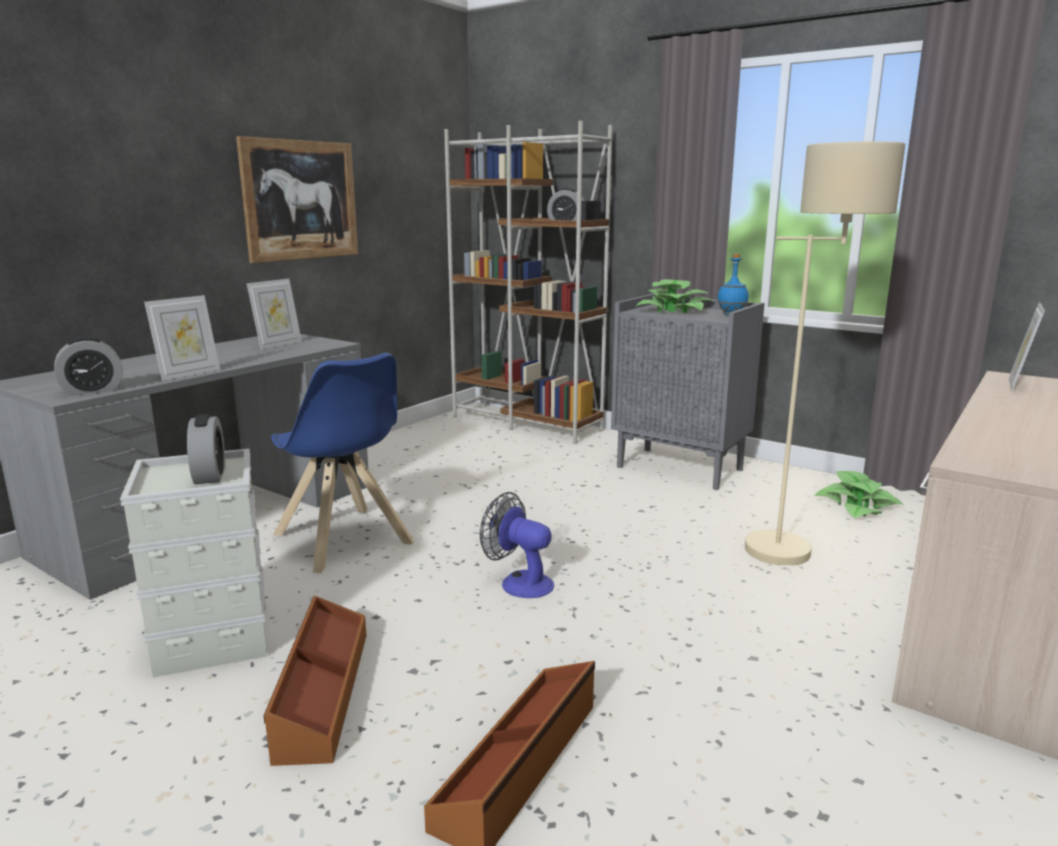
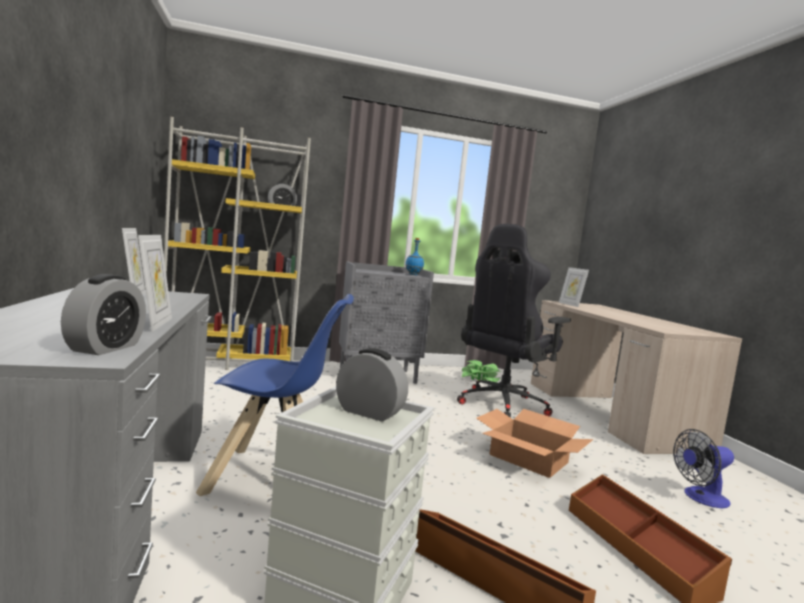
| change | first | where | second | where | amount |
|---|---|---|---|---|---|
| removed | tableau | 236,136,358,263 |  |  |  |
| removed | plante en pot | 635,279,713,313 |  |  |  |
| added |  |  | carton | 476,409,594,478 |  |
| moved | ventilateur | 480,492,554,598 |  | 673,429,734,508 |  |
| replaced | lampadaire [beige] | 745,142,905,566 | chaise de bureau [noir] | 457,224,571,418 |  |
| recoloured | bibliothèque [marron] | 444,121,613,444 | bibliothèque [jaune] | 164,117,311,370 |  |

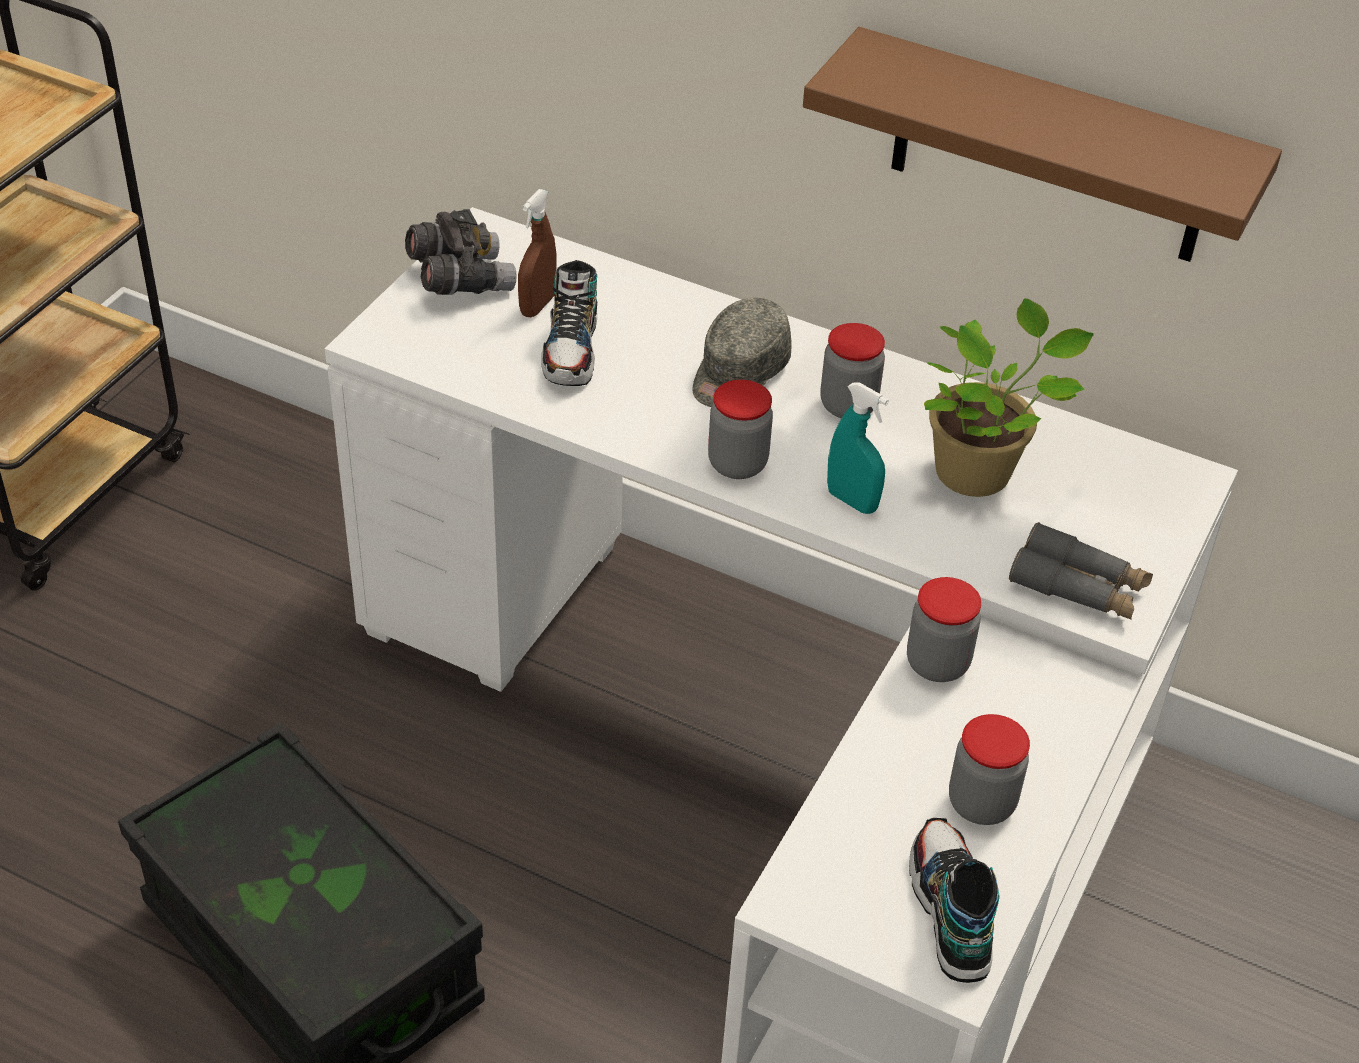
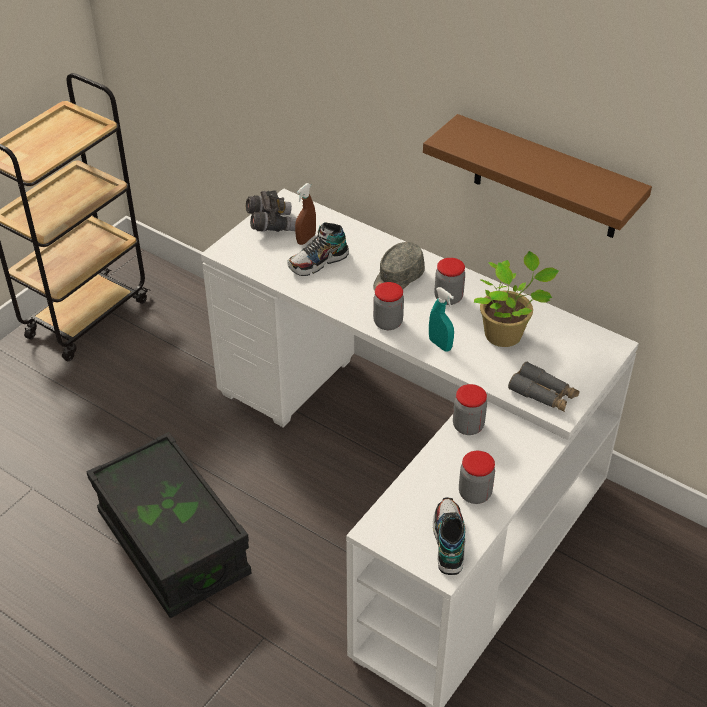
| change | first | where | second | where | amount |
|---|---|---|---|---|---|
| turned | chaussure | 541,260,597,386 |  | 287,222,349,276 | 45 degrees clockwise |

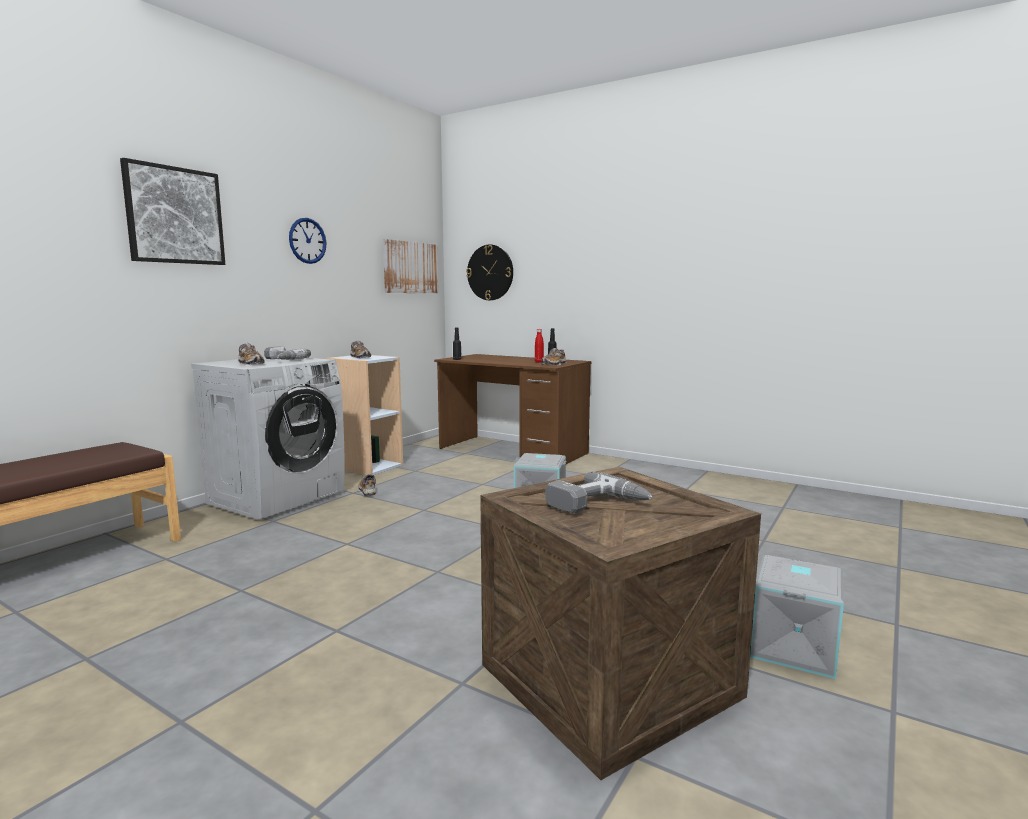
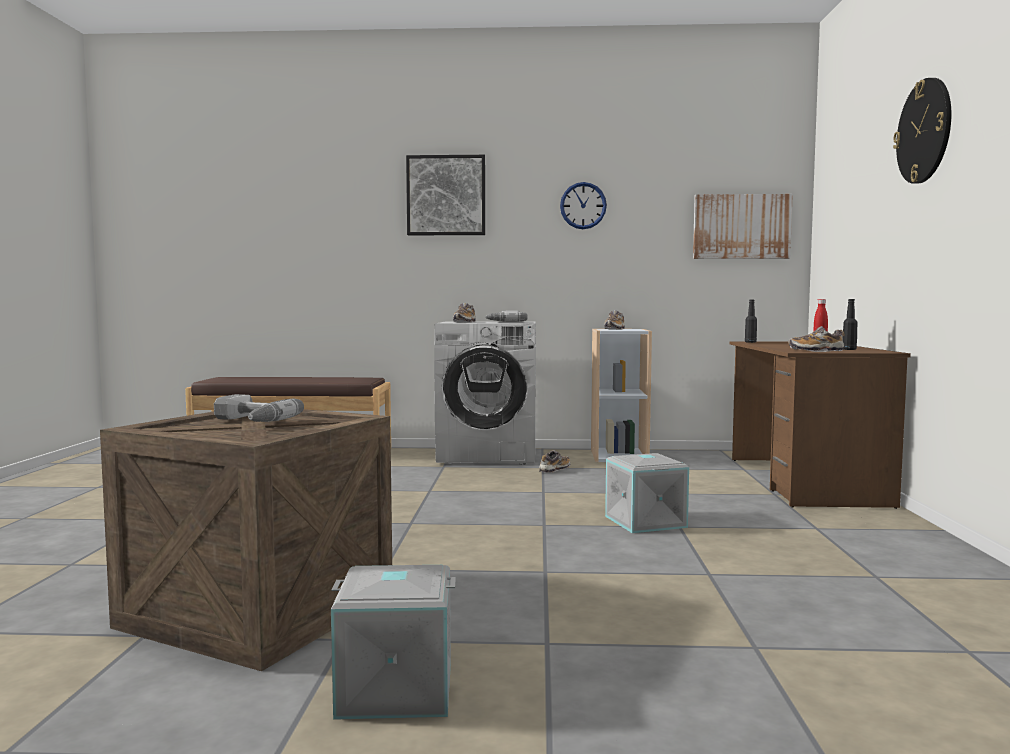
| change | first | where | second | where | amount |
|---|---|---|---|---|---|
| moved | horloge murale | 466,244,513,300 |  | 893,78,951,184 |  |

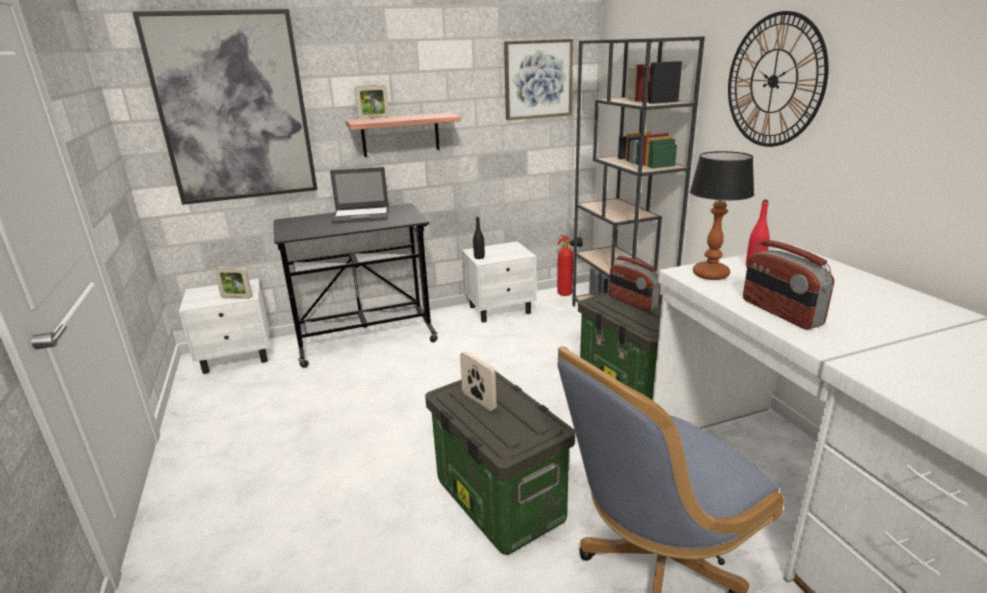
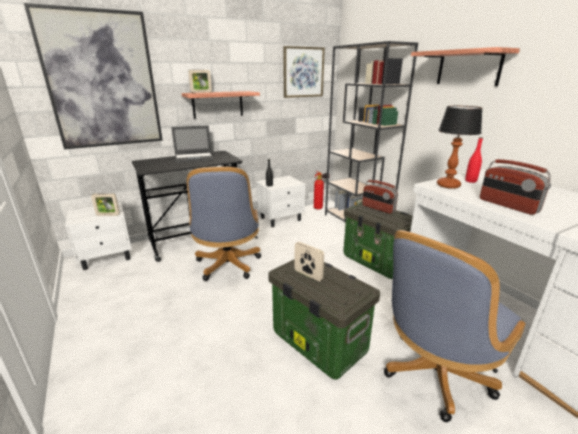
| change | first | where | second | where | amount |
|---|---|---|---|---|---|
| added |  |  | chaise de bureau [bleu] | 187,167,261,281 |  |
| replaced | horloge murale | 728,11,829,147 | étagère | 411,47,520,86 |  |

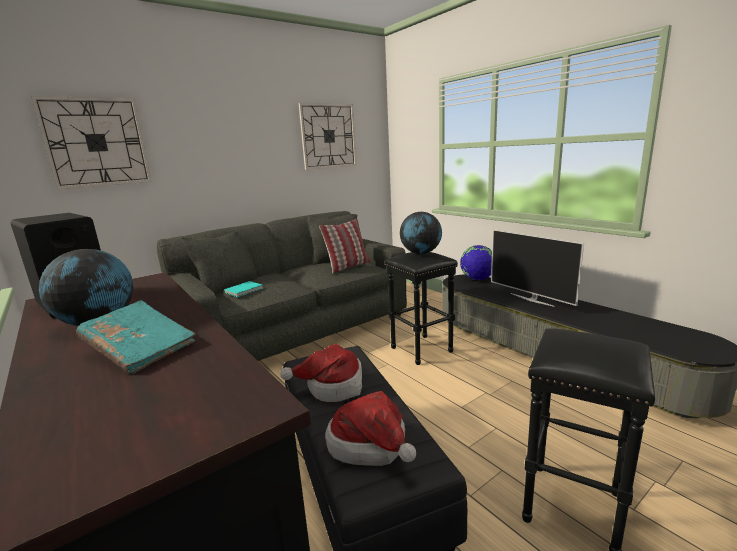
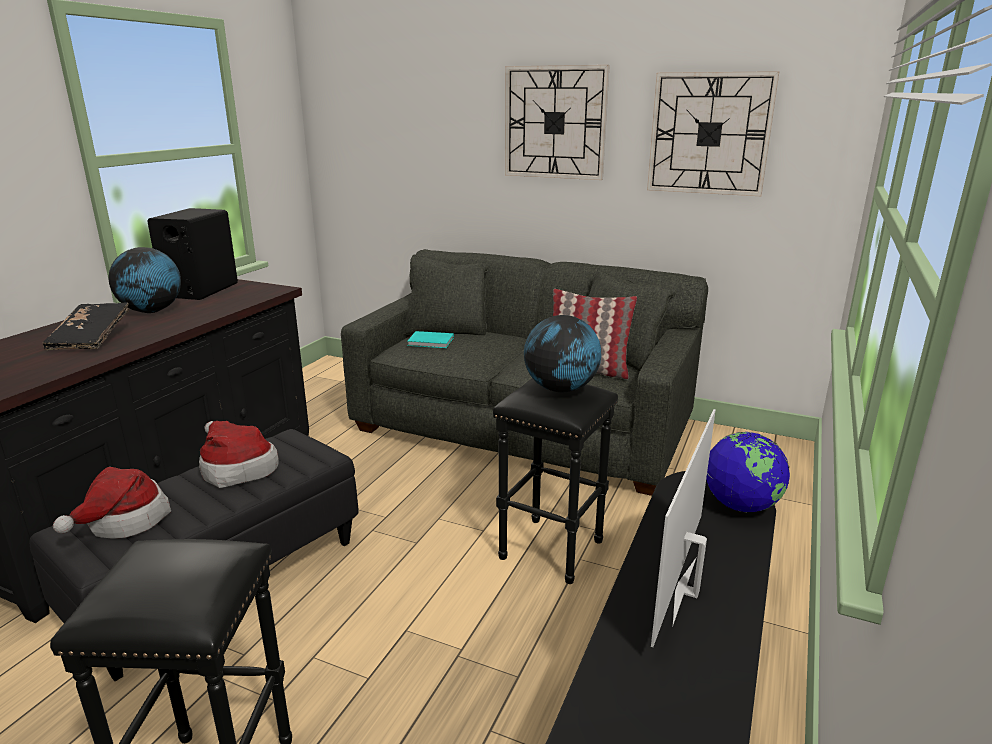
| change | first | where | second | where | amount |
|---|---|---|---|---|---|
| moved | horloge murale | 31,96,152,189 |  | 505,65,610,180 |  |
| recoloured | livre [turquoise] | 76,300,196,374 | livre [noir] | 43,302,130,350 |  |

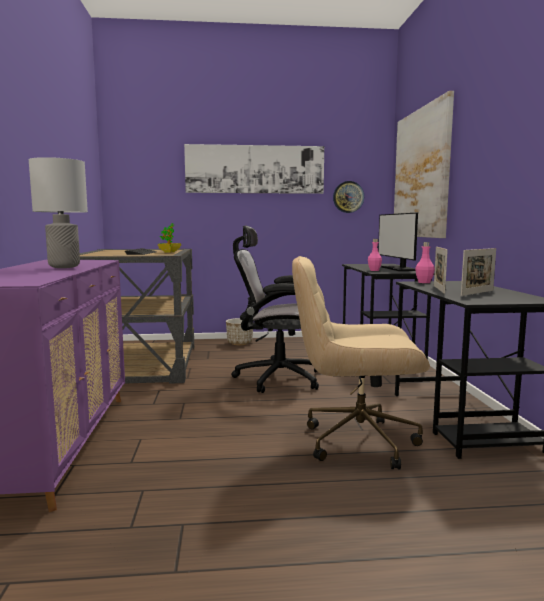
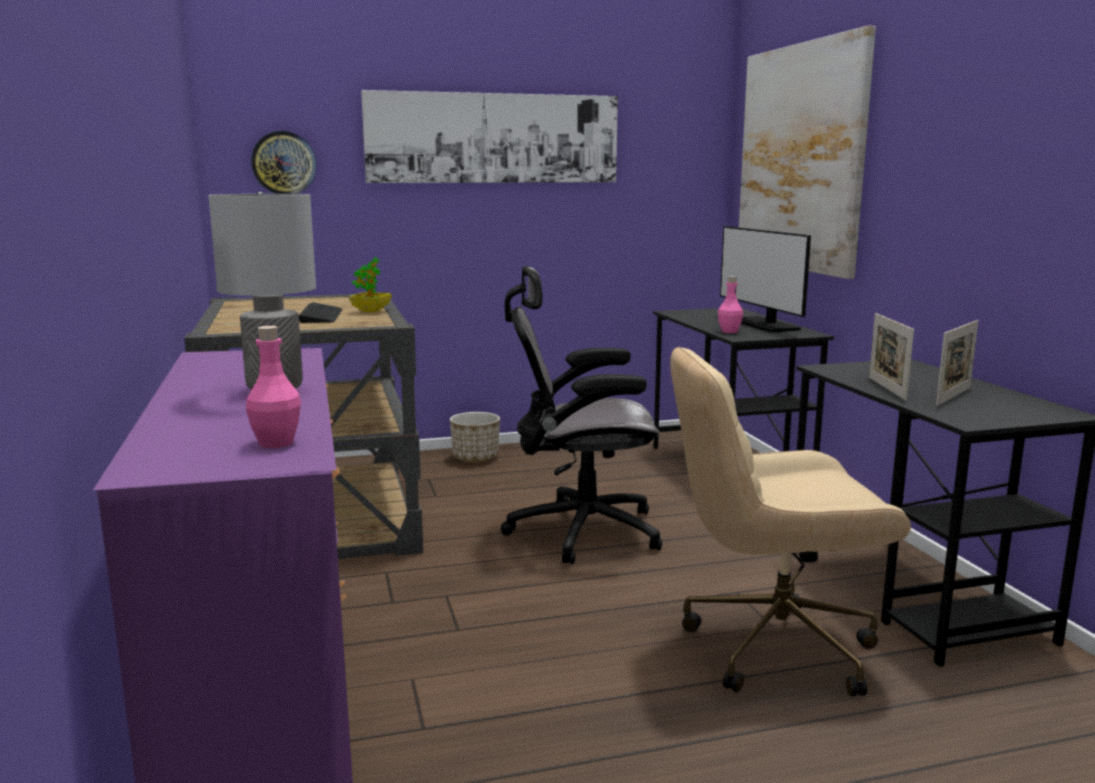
| change | first | where | second | where | amount |
|---|---|---|---|---|---|
| moved | horloge murale | 333,181,364,213 |  | 251,131,317,194 |  |
| moved | bouteille [rose] | 415,242,435,283 |  | 246,326,301,448 |  |

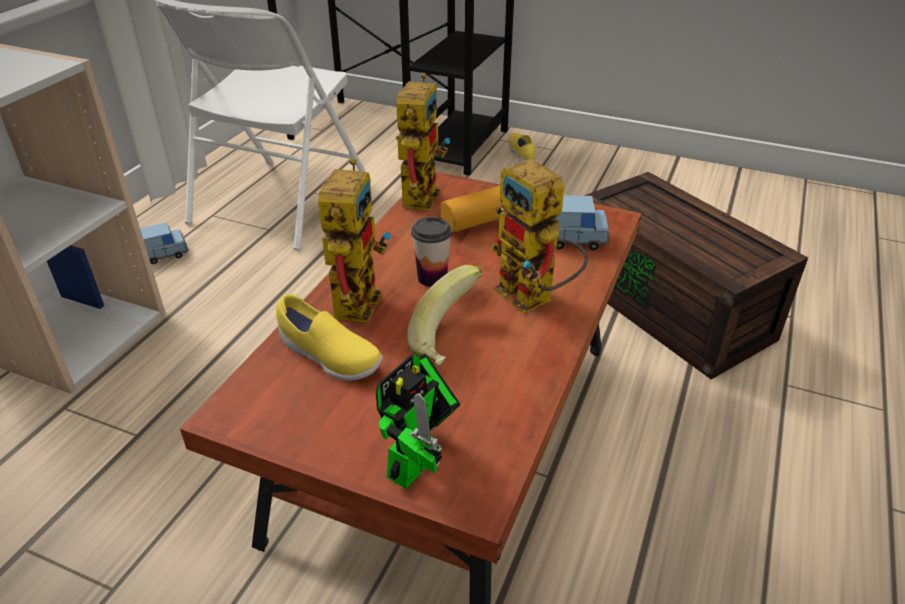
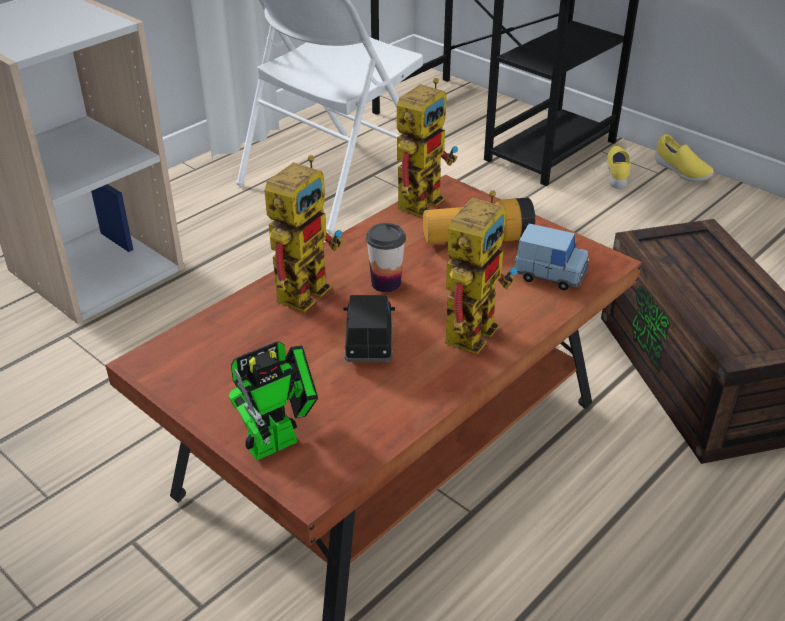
| change | first | where | second | where | amount |
|---|---|---|---|---|---|
| removed | petite voiture [bleu] | 140,222,188,264 |  |  |  |
| moved | chaussure [jaune] | 276,294,383,381 |  | 655,134,714,182 |  |
| replaced | banane | 407,265,483,366 | petite voiture [noir] | 343,295,395,362 |  |
| turned | robot jouet | 491,159,588,314 |  | 445,190,518,355 | 135 degrees counterclockwise |

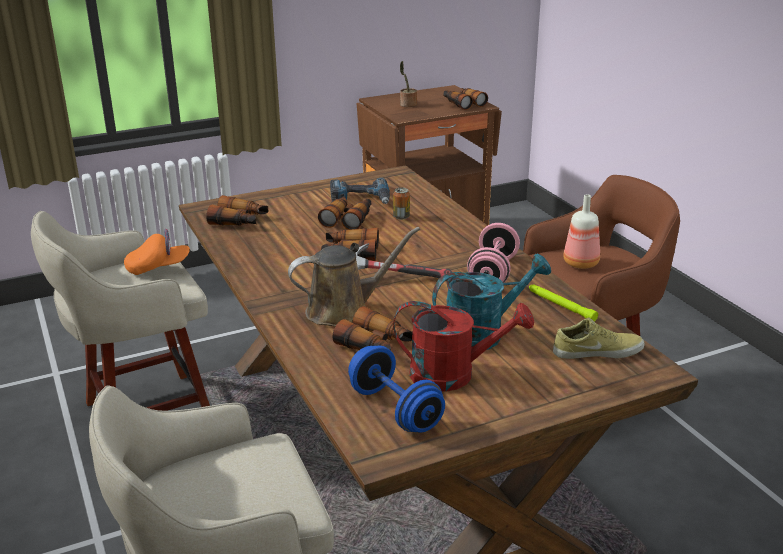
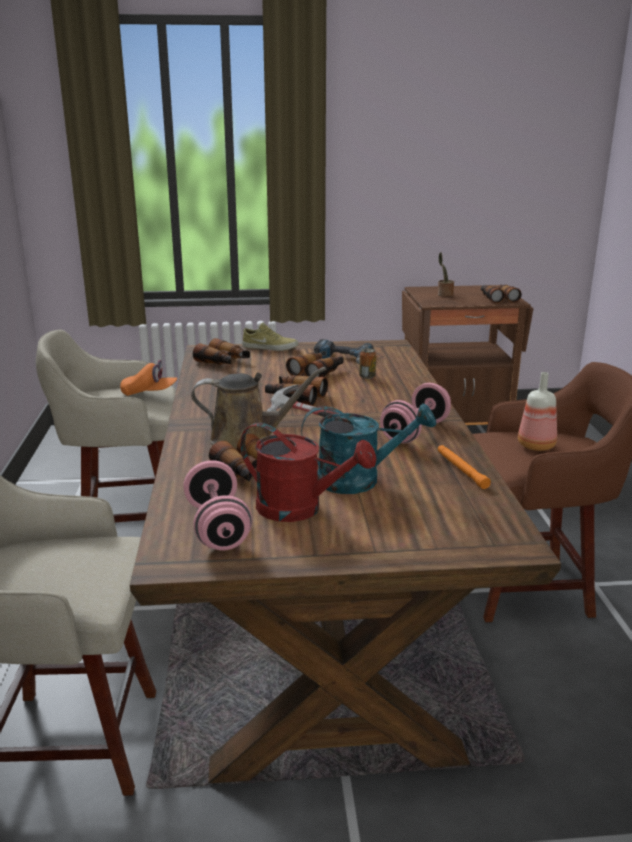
| change | first | where | second | where | amount |
|---|---|---|---|---|---|
| moved | chaussure [beige] | 553,318,645,359 |  | 242,322,299,351 |  |
| recoloured | haltère [bleu] | 348,346,445,433 | haltère [rose] | 183,460,252,551 |  |
| recoloured | lampe de poche [vert] | 529,285,598,322 | lampe de poche [orange] | 438,445,491,489 |  |

